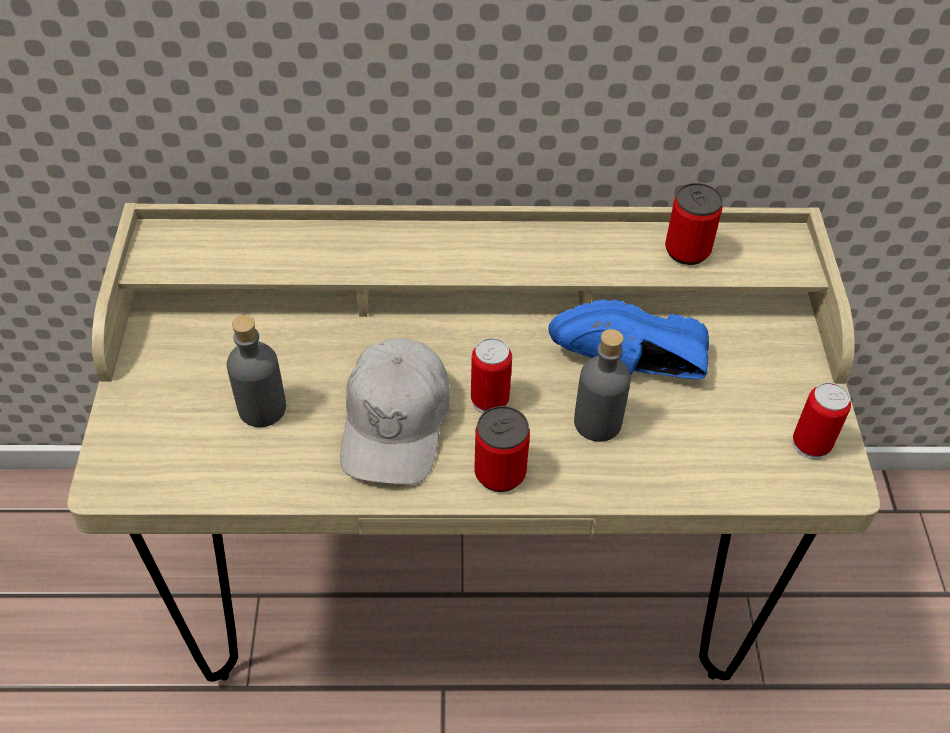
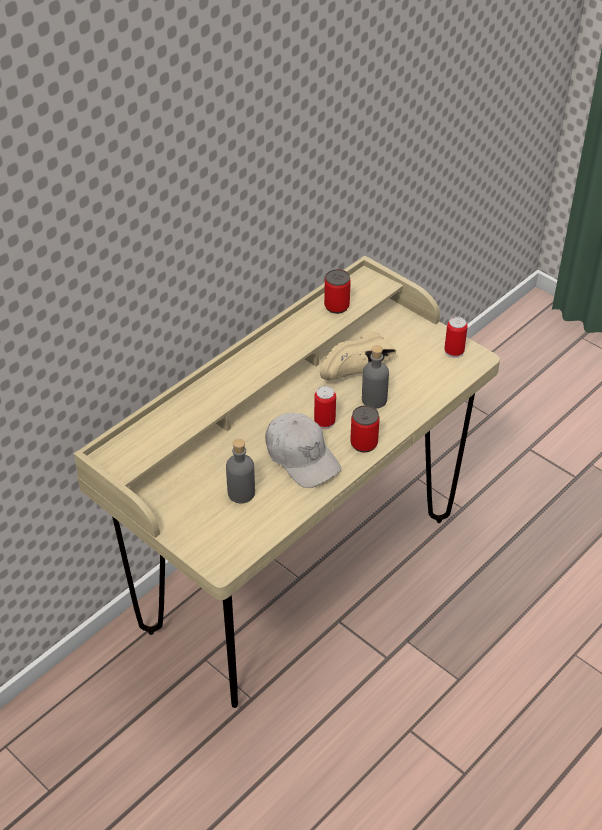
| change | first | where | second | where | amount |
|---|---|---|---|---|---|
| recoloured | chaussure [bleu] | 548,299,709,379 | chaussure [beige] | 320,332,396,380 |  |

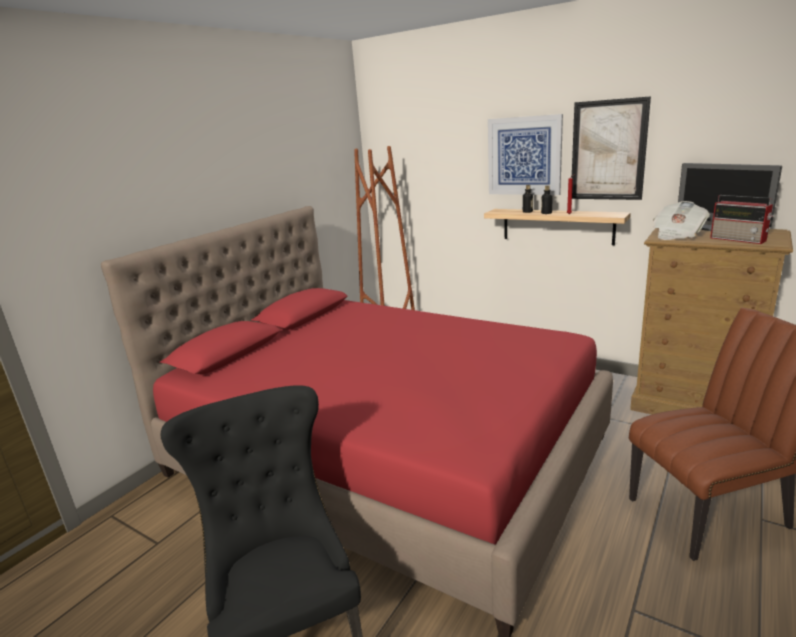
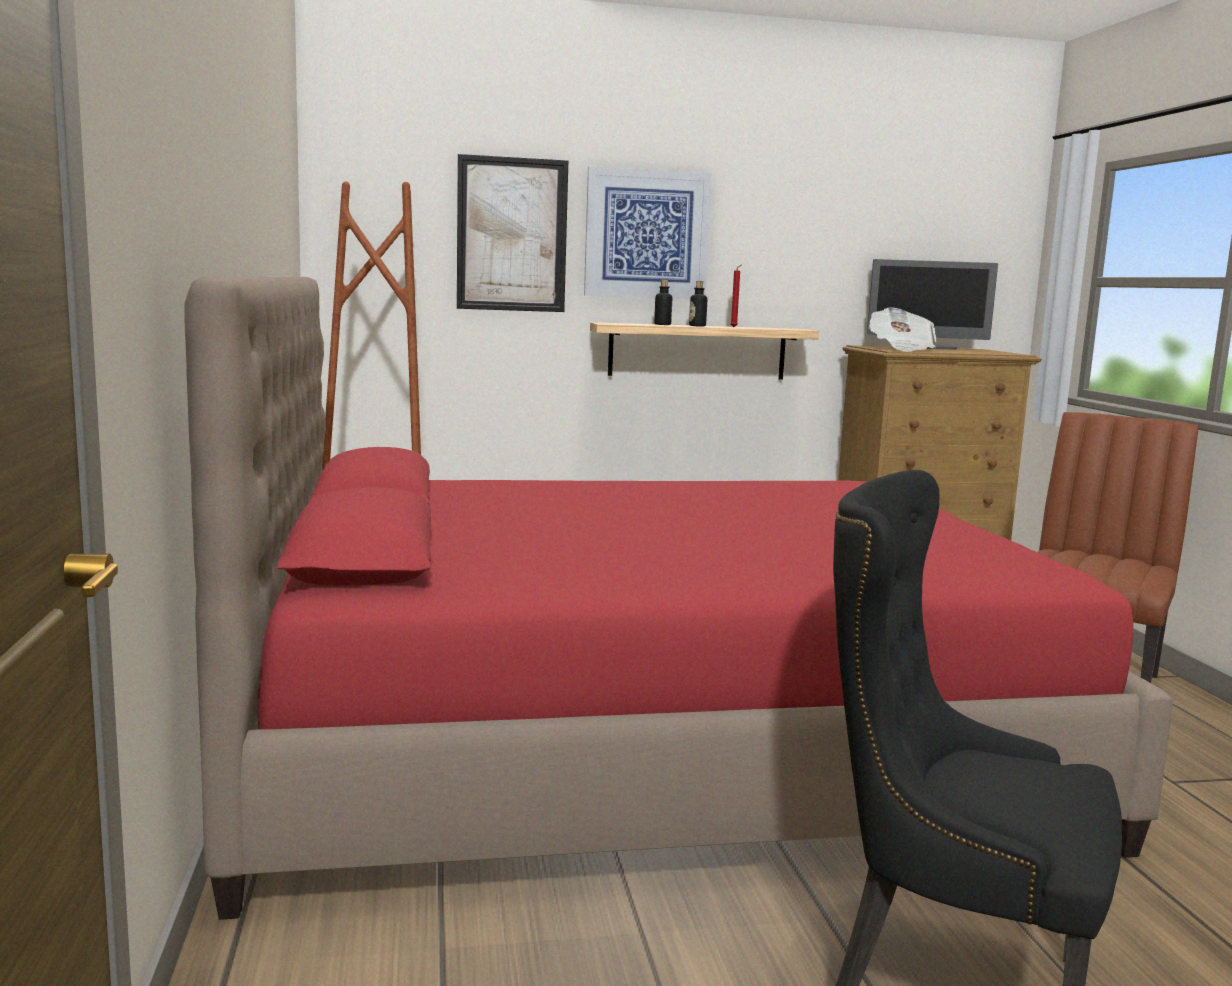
| change | first | where | second | where | amount |
|---|---|---|---|---|---|
| removed | radio | 710,195,773,244 |  |  |  |
| moved | tableau | 572,96,651,200 |  | 457,154,568,312 |  |

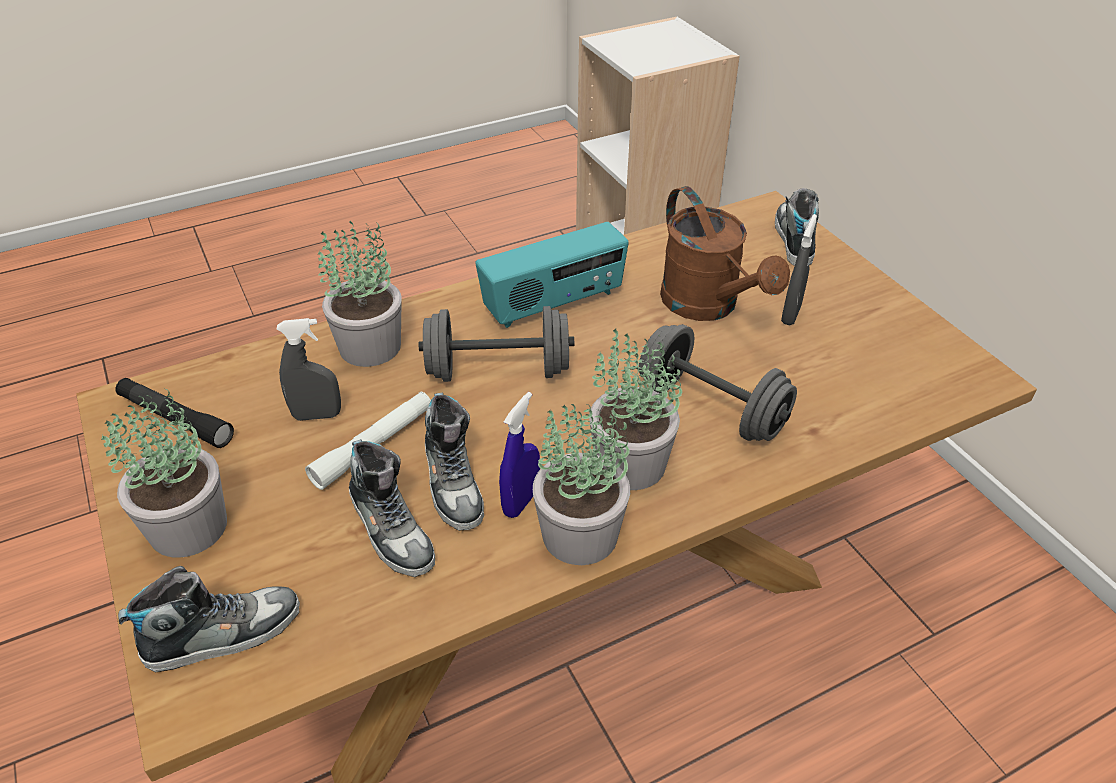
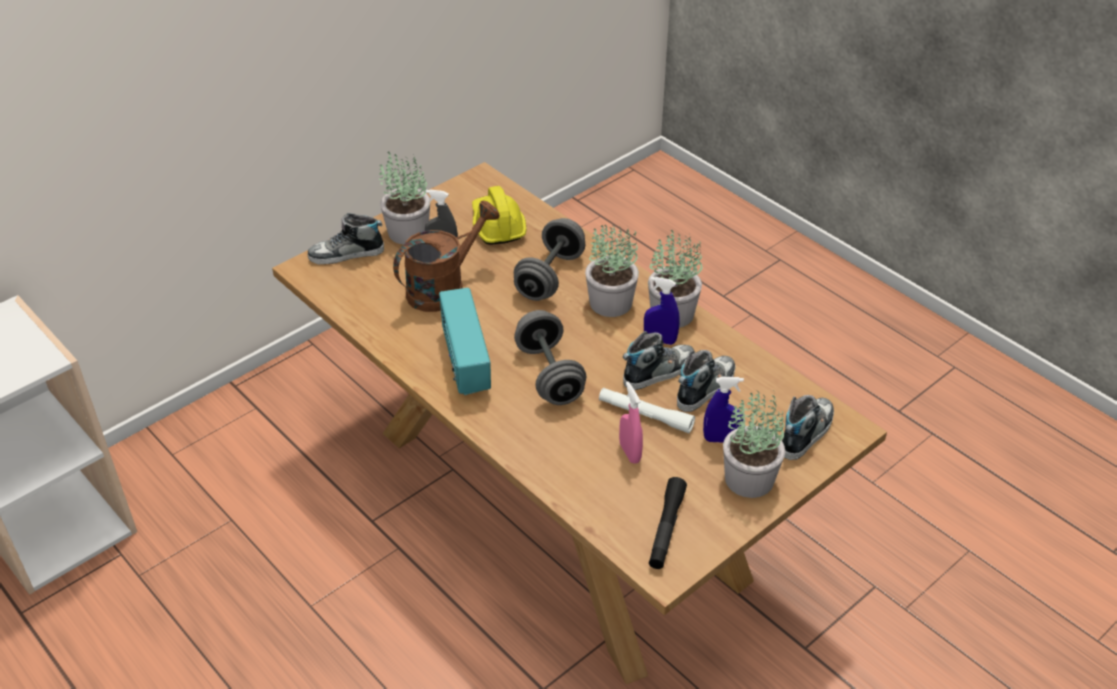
| change | first | where | second | where | amount |
|---|---|---|---|---|---|
| added |  |  | casque de chantier [jaune] | 472,186,526,245 |  |
| added |  |  | vaporisateur [bleu] | 703,377,744,443 |  |
| moved | plante en pot | 318,221,402,367 |  | 379,152,430,245 |  |
| recoloured | vaporisateur [gris] | 277,318,341,421 | vaporisateur [rose] | 619,381,643,464 |  |
| turned | chaussure | 118,566,300,673 |  | 782,395,834,460 | 75 degrees clockwise |
| turned | radio | 475,222,629,328 |  | 439,288,491,395 | 150 degrees counterclockwise |

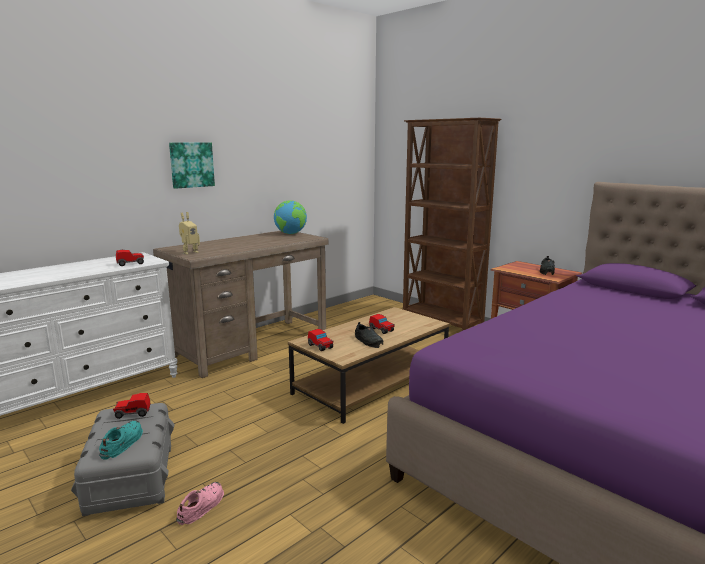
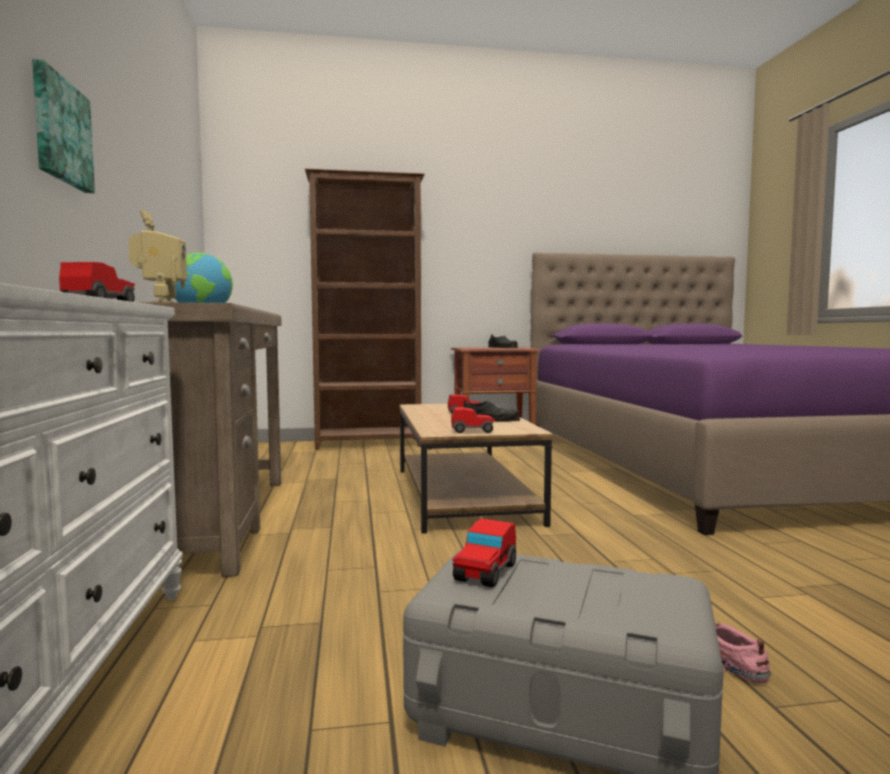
| change | first | where | second | where | amount |
|---|---|---|---|---|---|
| removed | chaussure [turquoise] | 99,420,143,460 |  |  |  |

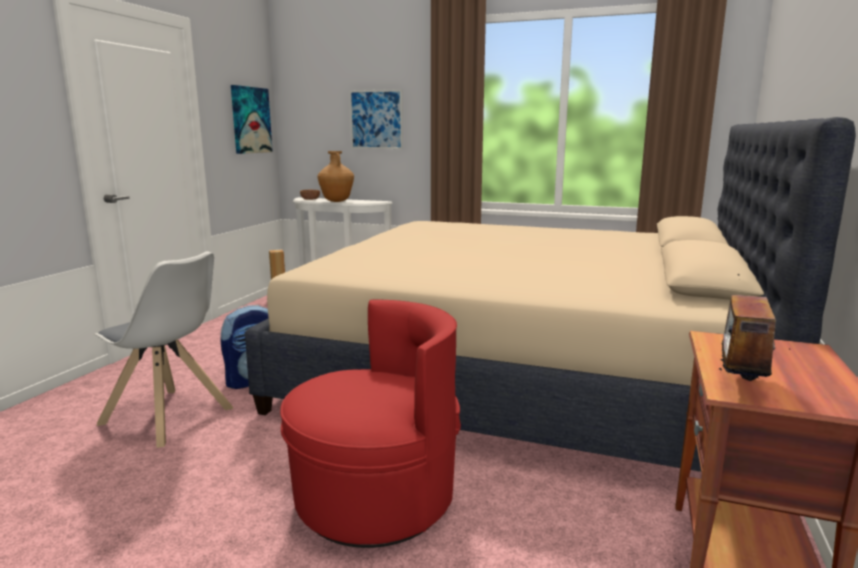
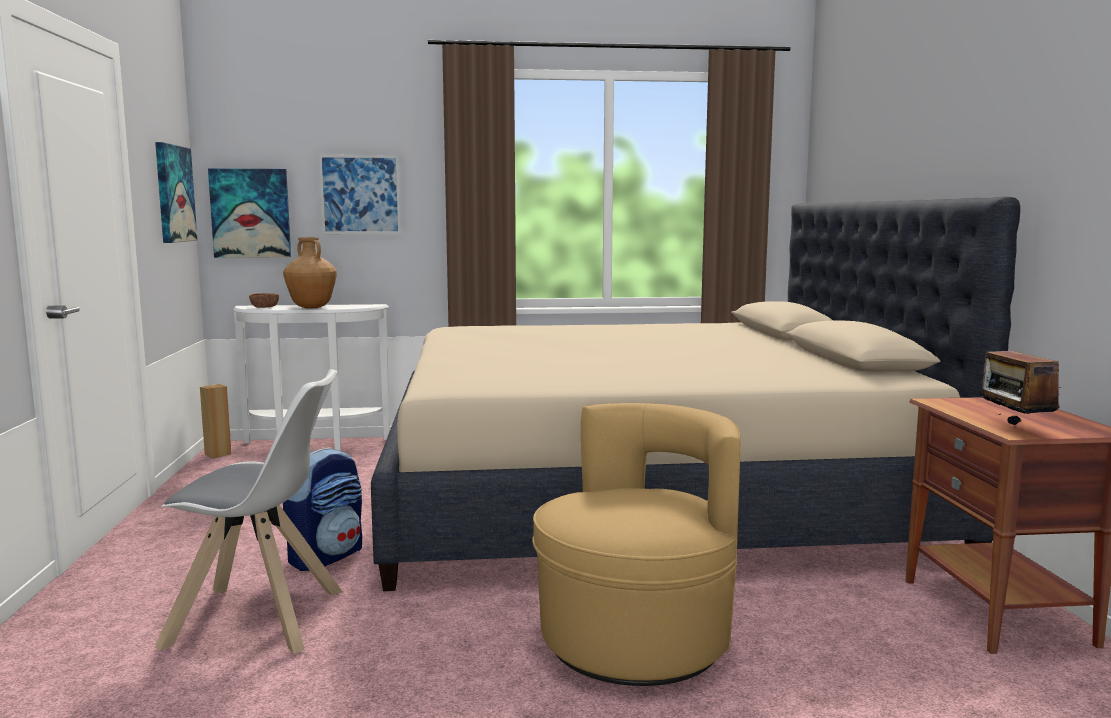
| change | first | where | second | where | amount |
|---|---|---|---|---|---|
| added |  |  | tableau | 208,169,291,258 |  |
| recoloured | fauteuil [rouge] | 280,299,461,548 | fauteuil [beige] | 532,403,740,686 |  |

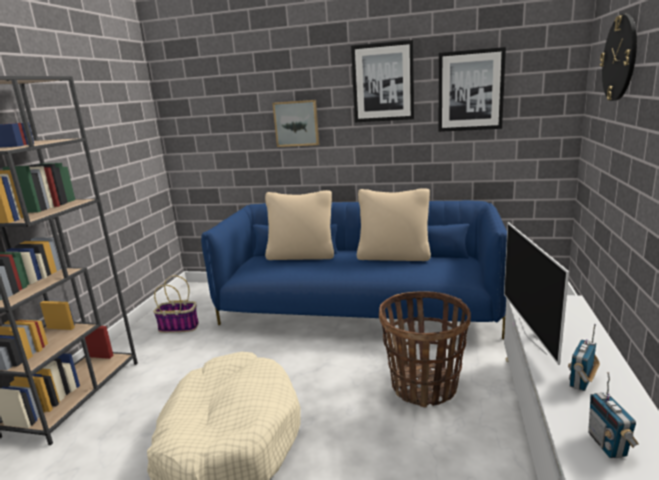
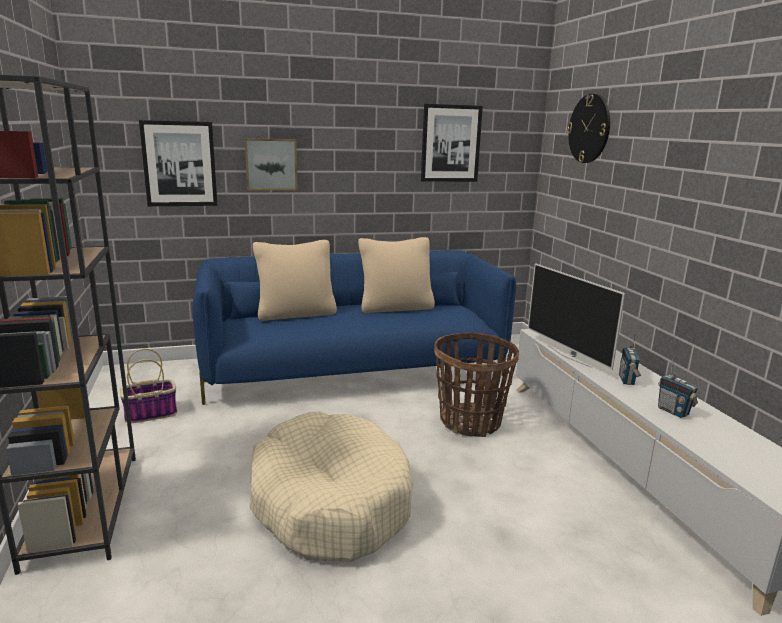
| change | first | where | second | where | amount |
|---|---|---|---|---|---|
| moved | tableau | 351,40,414,122 |  | 139,120,218,206 |  |

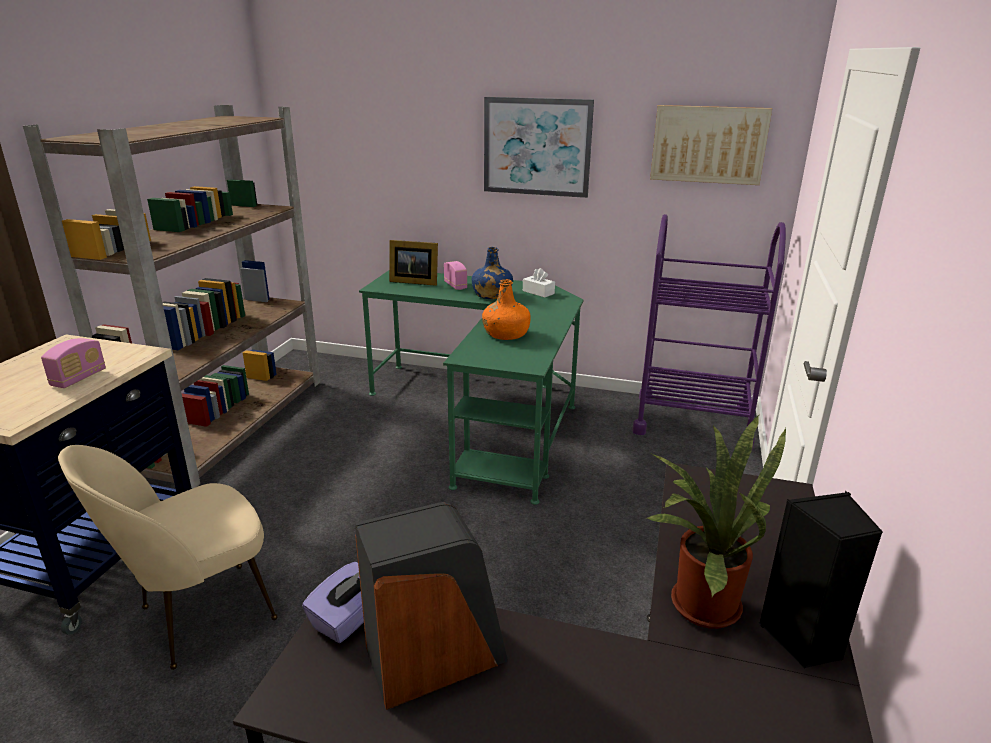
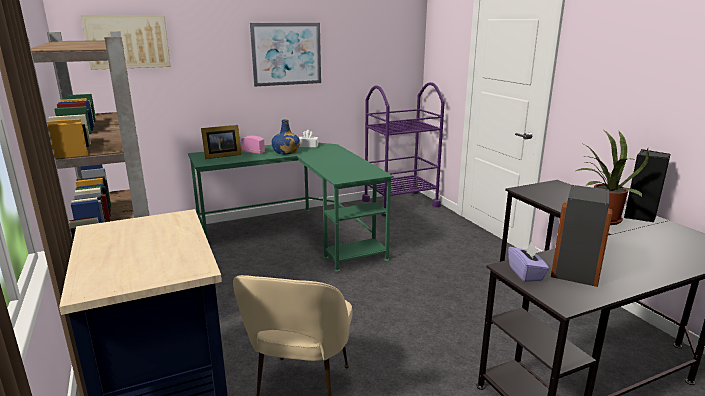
| change | first | where | second | where | amount |
|---|---|---|---|---|---|
| removed | radio | 41,338,106,388 |  |  |  |
| removed | bouteille [orange] | 482,279,531,340 |  |  |  |
| moved | tableau | 650,105,772,185 |  | 81,16,171,70 |  |

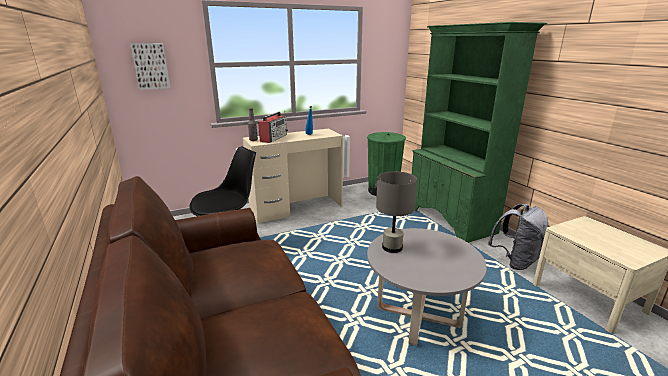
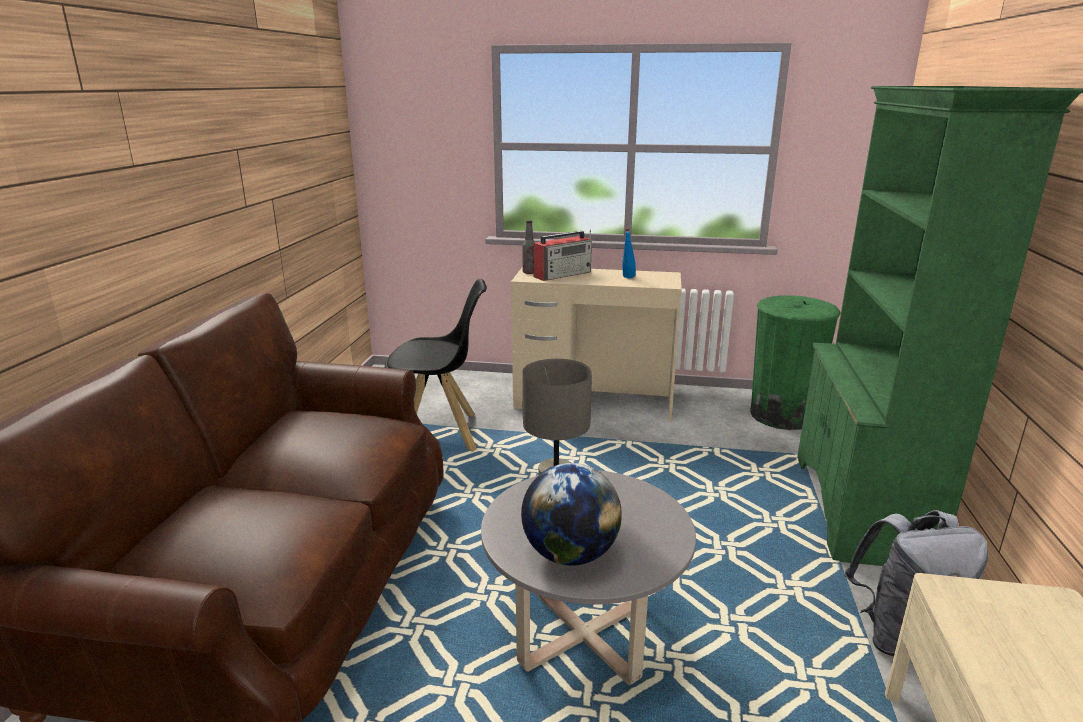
| change | first | where | second | where | amount |
|---|---|---|---|---|---|
| removed | tableau | 130,43,170,90 |  |  |  |
| added |  |  | globe | 521,463,622,566 |  |

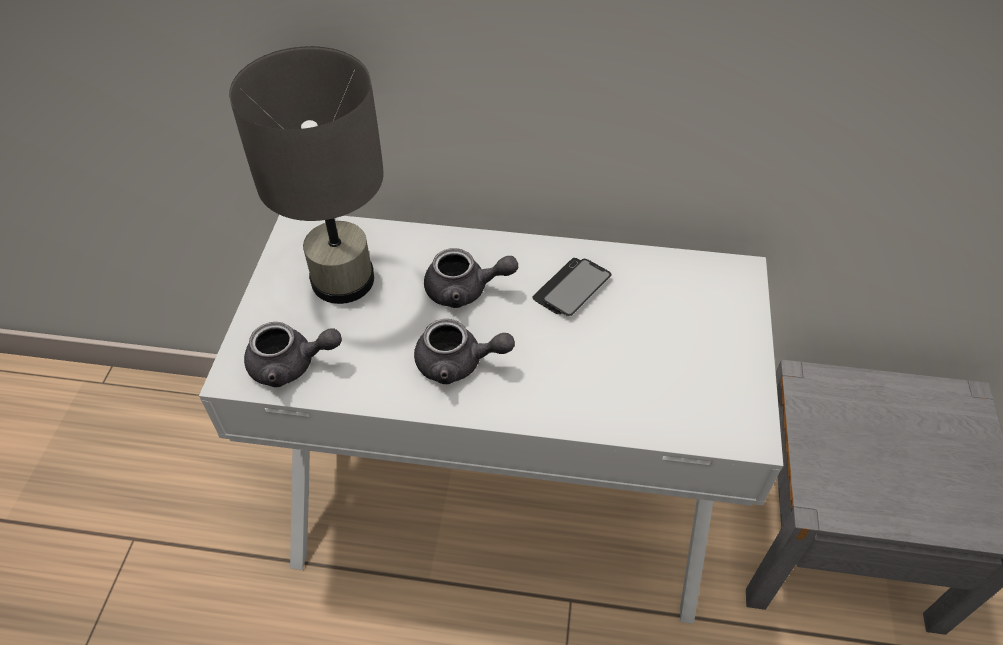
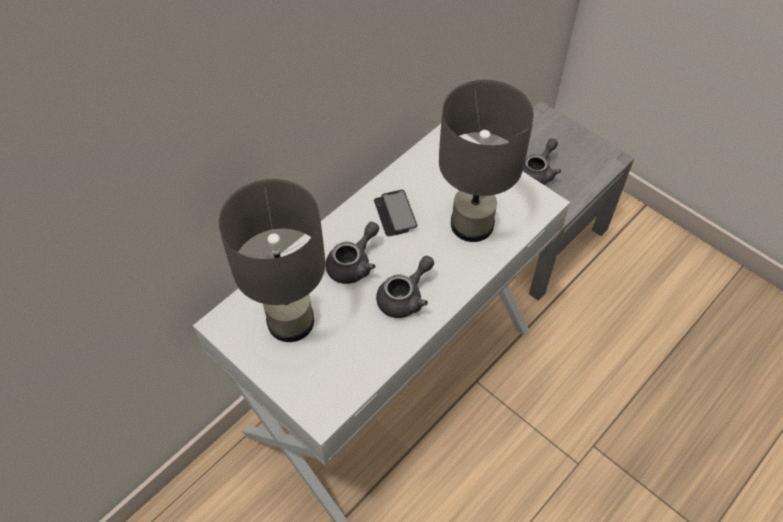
| change | first | where | second | where | amount |
|---|---|---|---|---|---|
| added |  |  | lampe de table [gris] | 439,80,534,242 |  |
| moved | théière [gris] | 244,322,342,387 |  | 523,138,561,185 |  |

